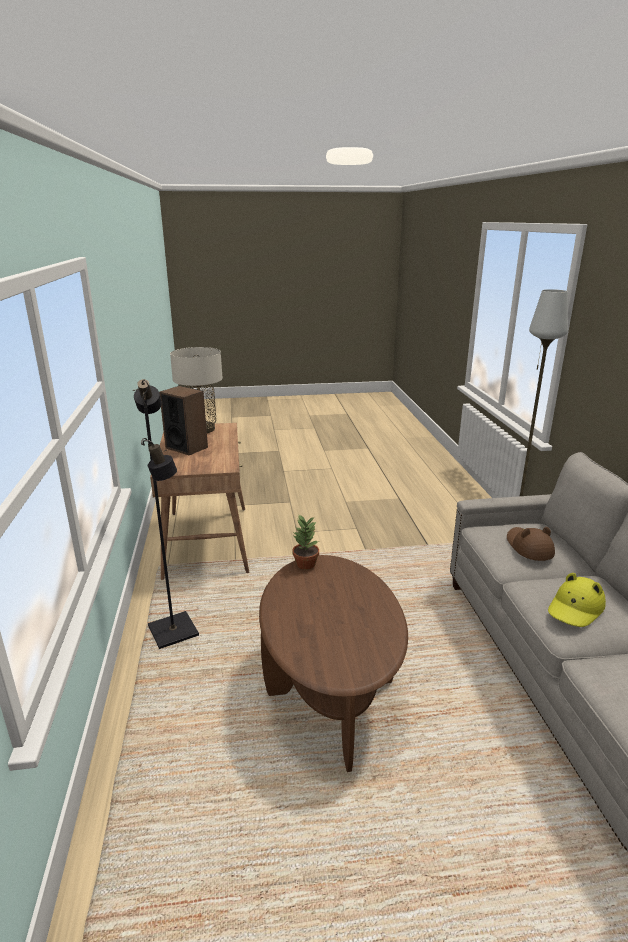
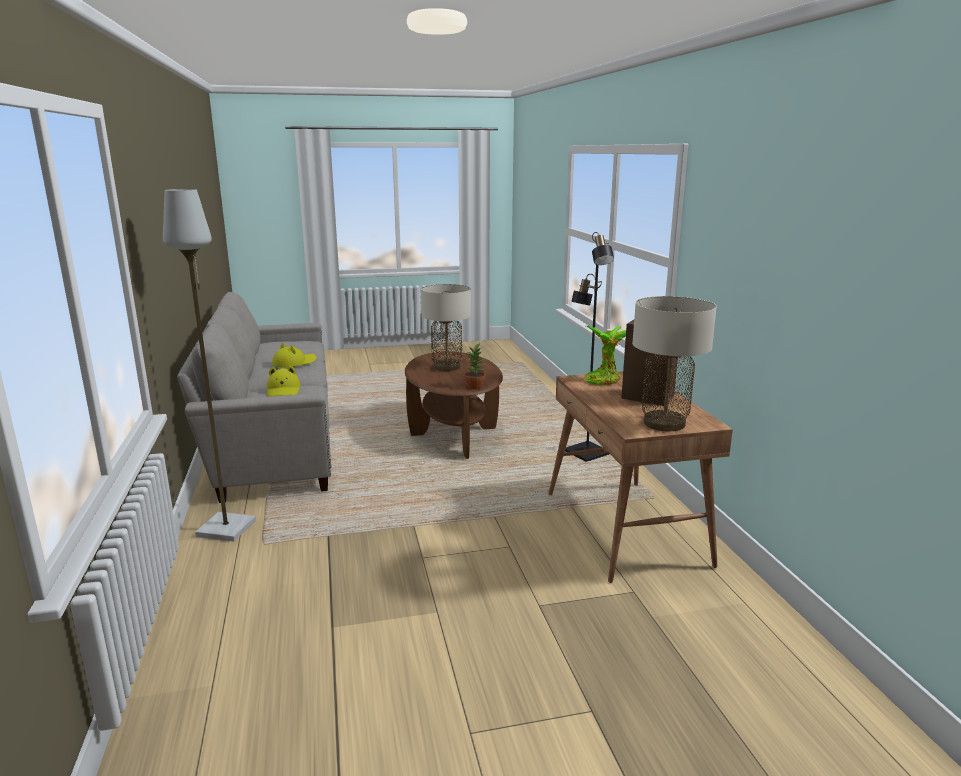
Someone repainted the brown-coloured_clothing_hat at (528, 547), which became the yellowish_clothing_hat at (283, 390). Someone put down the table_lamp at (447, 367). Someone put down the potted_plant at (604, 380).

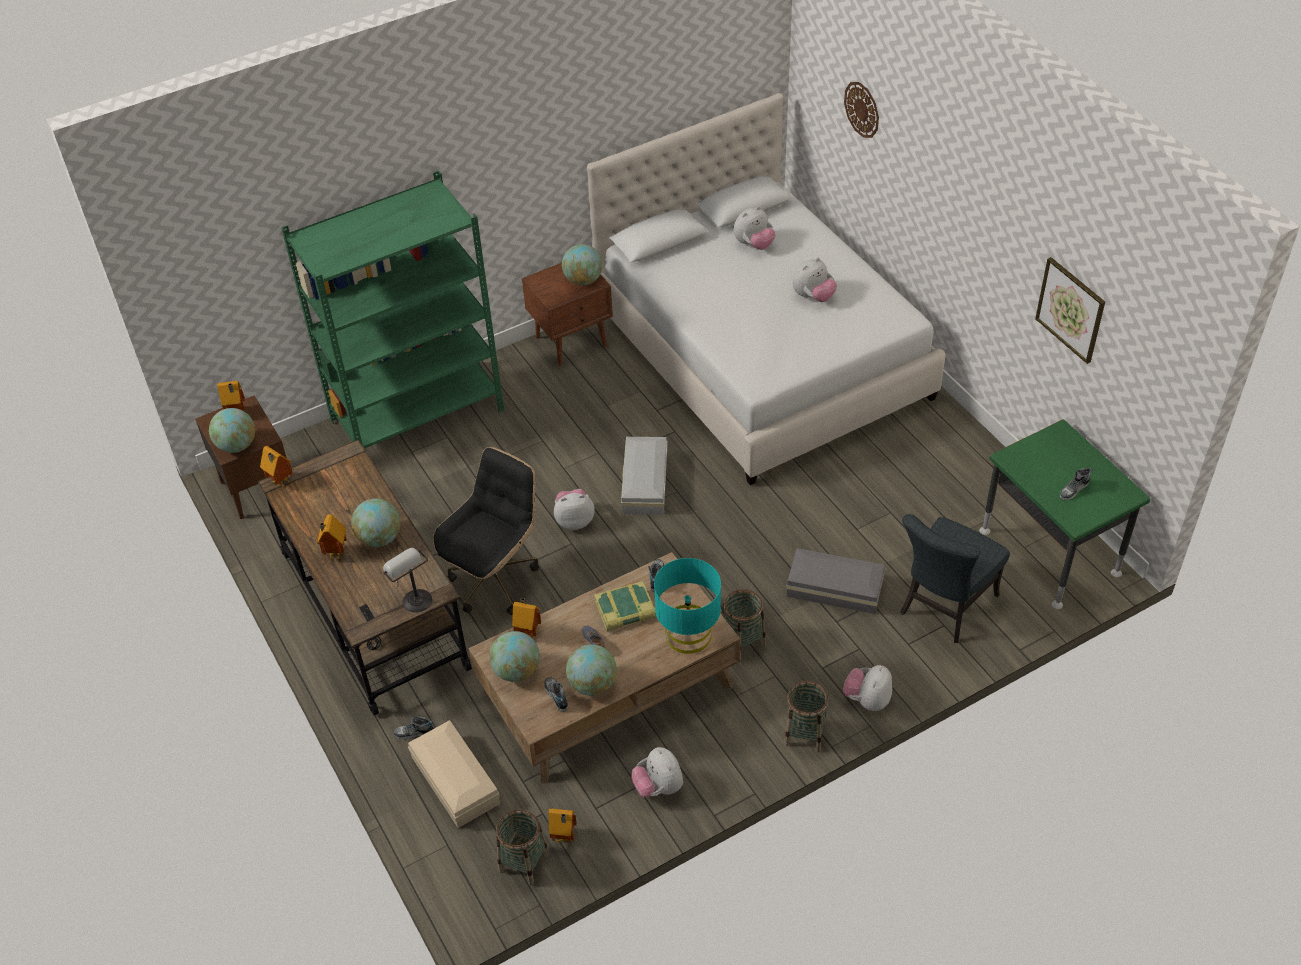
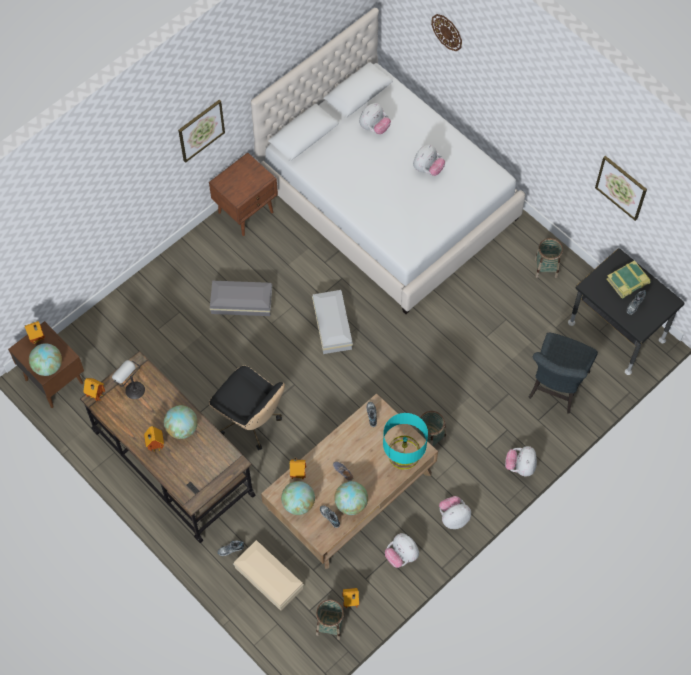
Someone took away the green_bookshelf at (417, 415). Someone carried the table_lamp from (412, 597) to (131, 388). Someone rotated the blackish_desk_chair at (496, 580) by 105 degrees clockwise. Someone carried the cuddly_toy from (574, 520) to (453, 517). Someone took away the globe at (583, 280). Someone carried the book from (625, 611) to (628, 282). Someone carried the storage_basket from (805, 734) to (546, 268). Someone carried the grey_storage_box from (836, 589) to (242, 303). Someone repainted the green_desk at (1050, 551), which became the blackish_desk at (617, 331). Someone put up the picture at (201, 130).

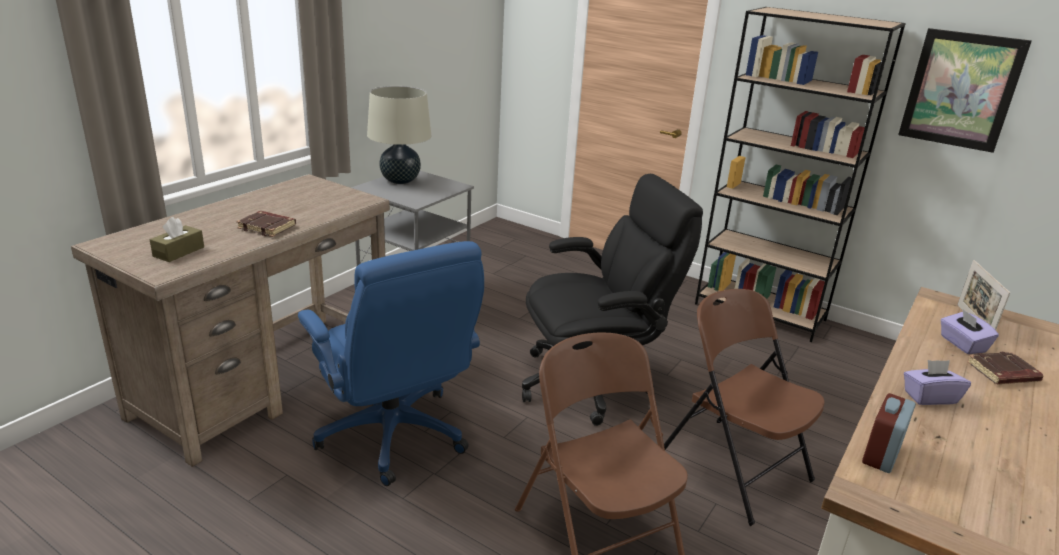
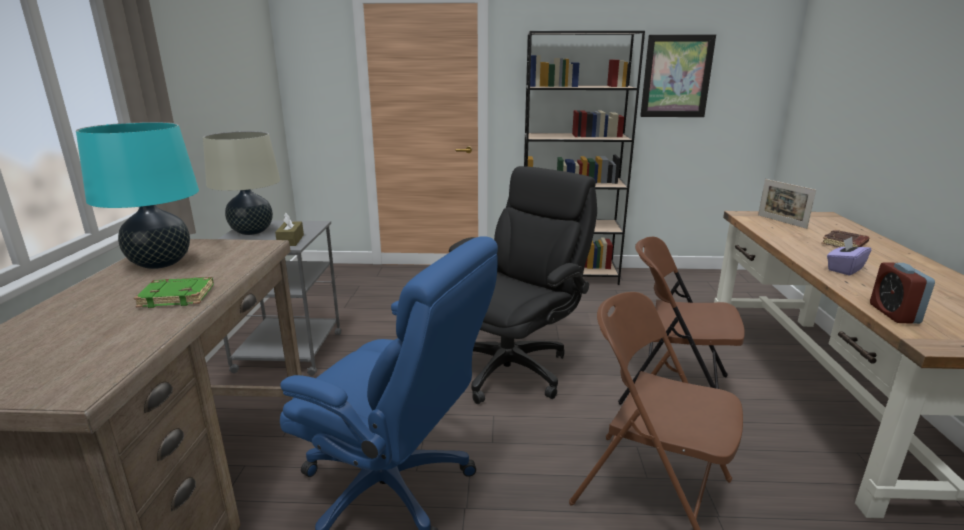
Someone carried the brown-coloured_tissue_box from (179, 252) to (291, 240). Someone repainted the brown-coloured_book at (268, 227), which became the green_book at (178, 296). Someone took away the purplish_tissue_box at (962, 344). Someone put down the blue-green_table_lamp at (161, 263).

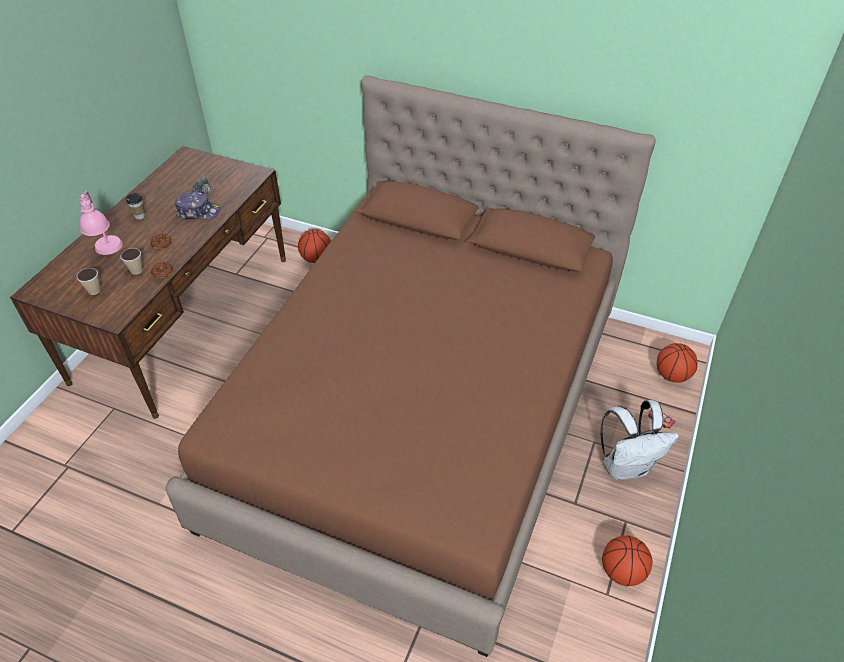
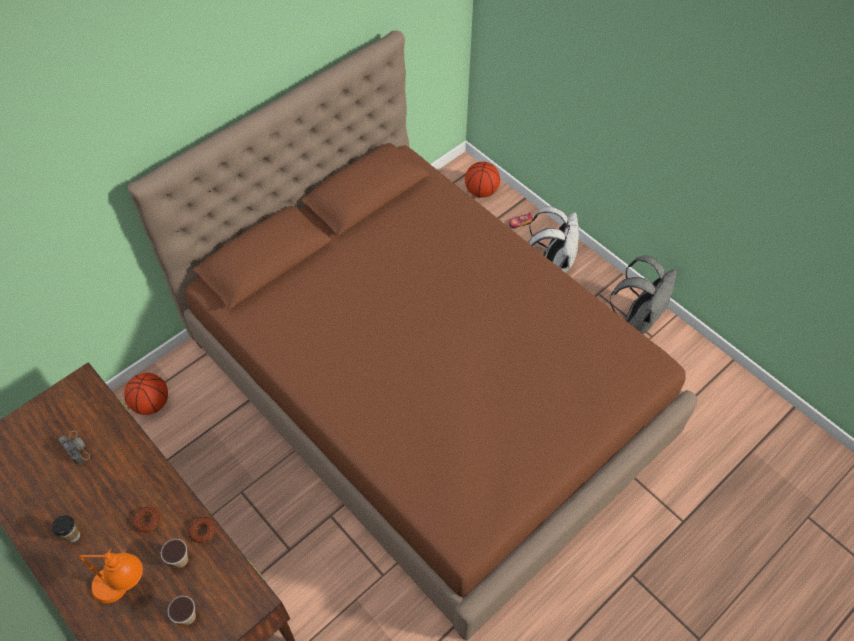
Someone repainted the pink-coloured_table_lamp at (109, 253), which became the orange-coloured_table_lamp at (126, 586). Someone took away the cap at (198, 212). Someone swapped the basketball at (622, 571) for the grey_rucksack at (638, 318).

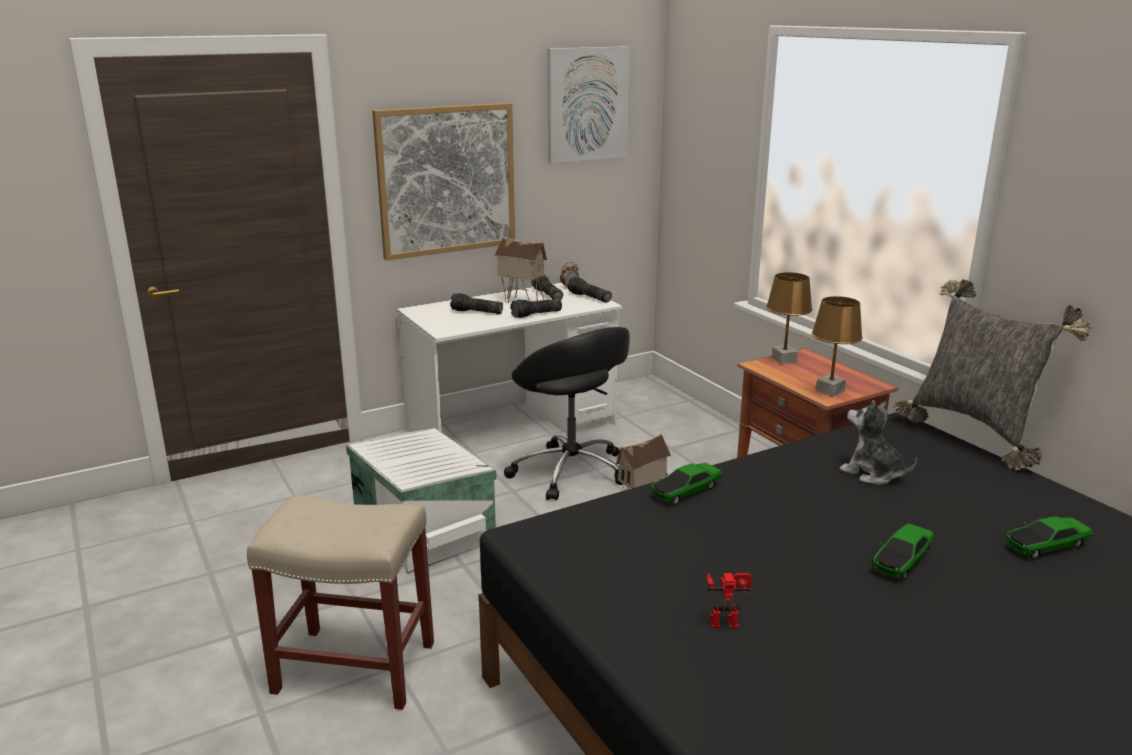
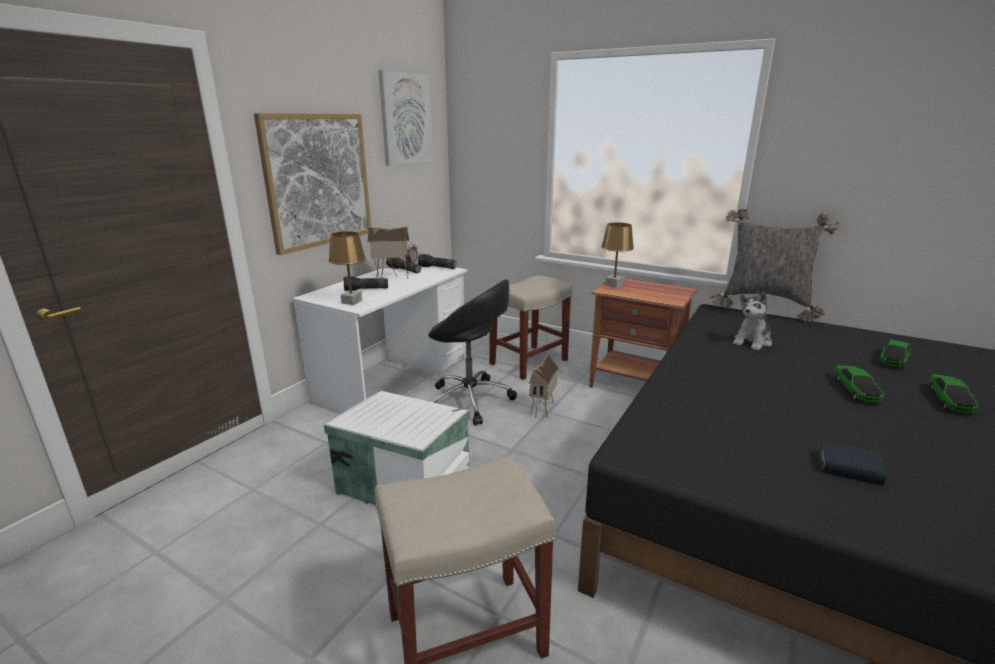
Someone took away the hand_torch at (536, 315). Someone carried the model_car from (686, 491) to (949, 401). Someone swapped the model_robot at (725, 619) for the book at (849, 468). Someone carried the brown-coloured_table_lamp from (830, 391) to (351, 302). Someone rotated the cuddly_toy at (872, 473) by 60 degrees counterclockwise. Someone put down the beige-coloured_sitting_stool at (529, 361).

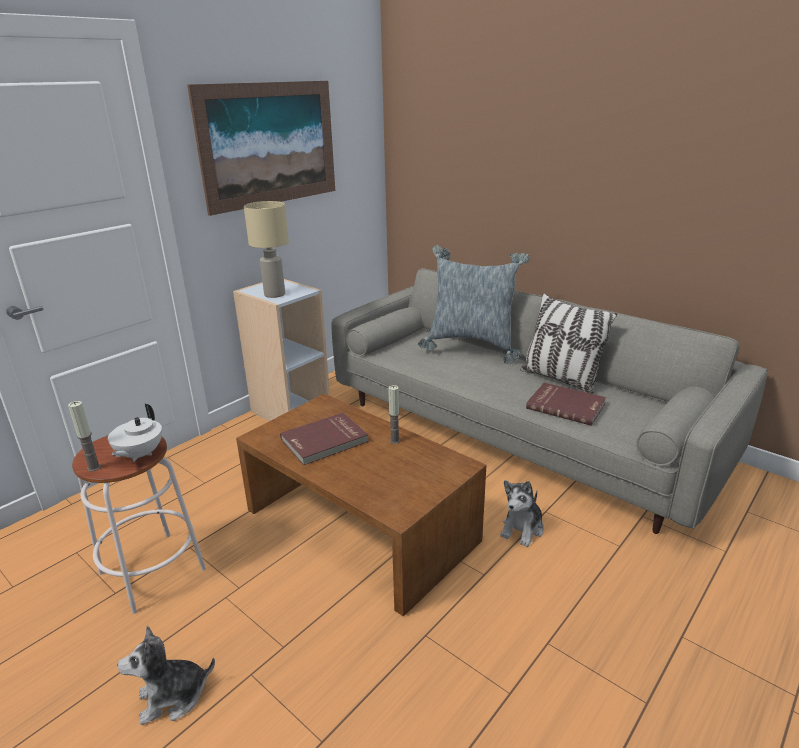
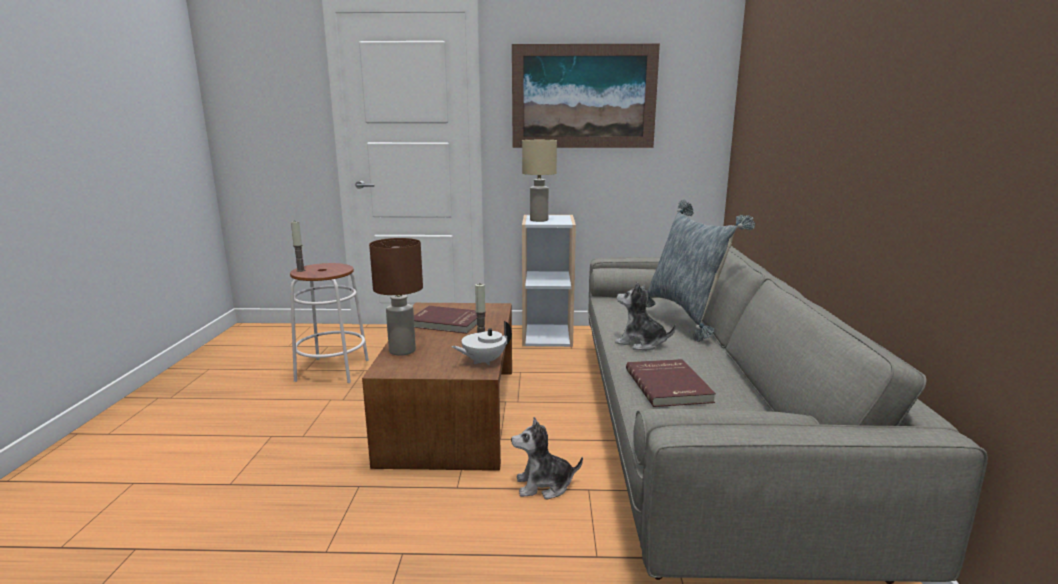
Someone carried the white-coloured_pot_for_tea from (139, 455) to (483, 361). Someone carried the cuddly_toy from (173, 697) to (640, 343). Someone took away the pillow at (560, 379). Someone put down the brown-coloured_table_lamp at (401, 351).

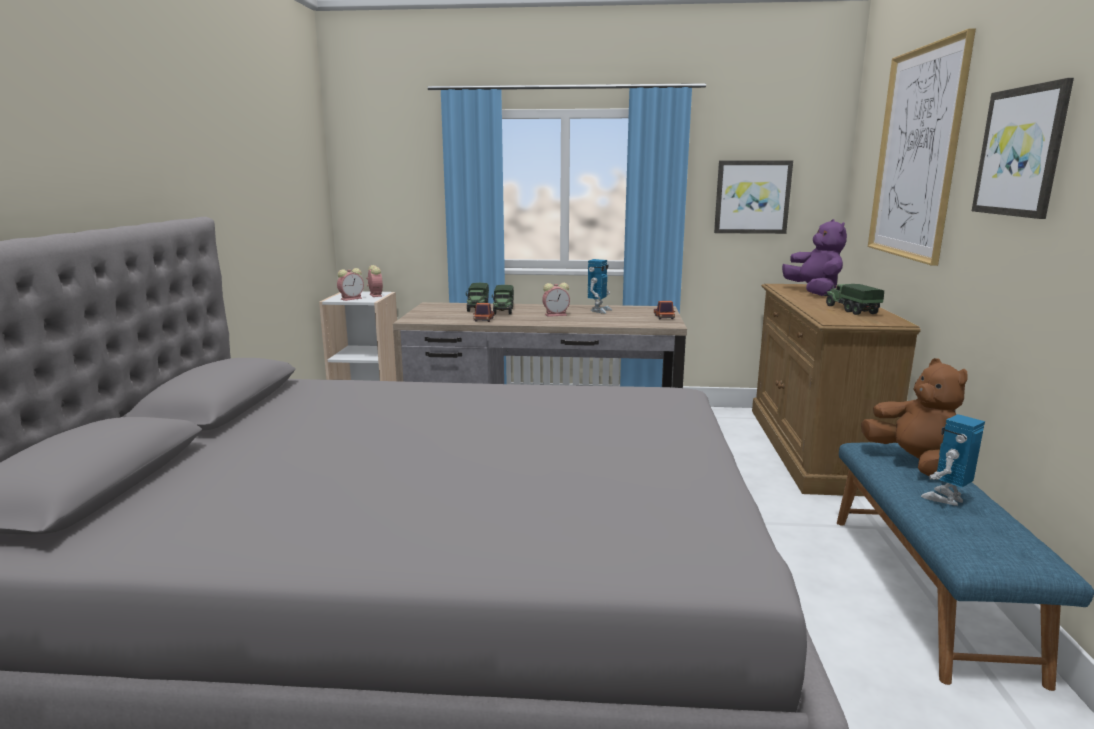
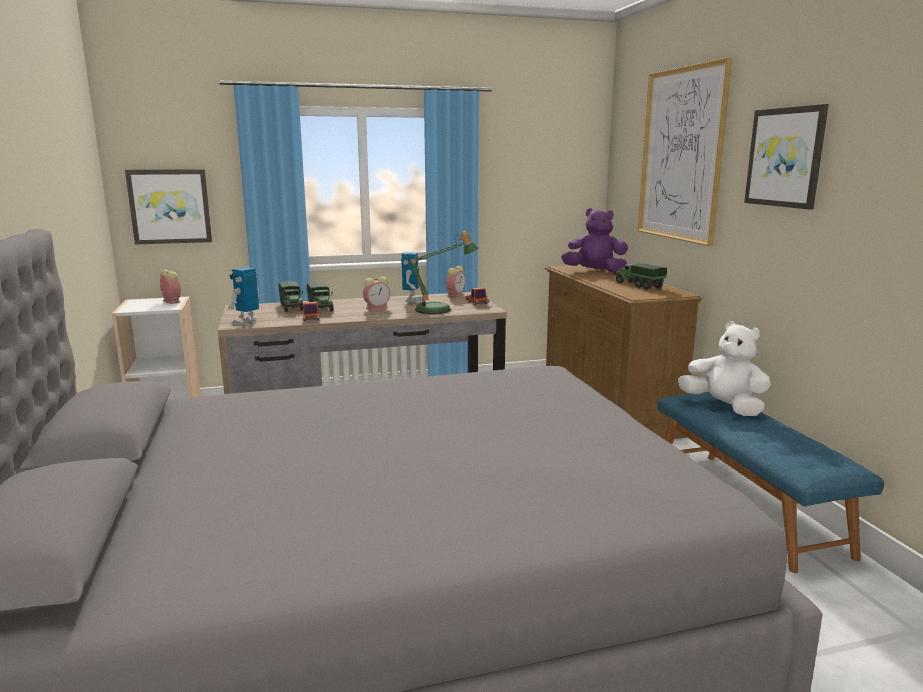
Someone carried the table_clock from (352, 298) to (455, 295). Someone carried the picture from (752, 197) to (170, 206). Someone rotated the purplish_cuddly_toy at (814, 292) by 45 degrees counterclockwise. Someone repainted the brown-coloured_cuddly_toy at (915, 463), which became the white-coloured_cuddly_toy at (724, 407). Someone carried the model_robot from (946, 498) to (246, 323). Someone put down the table_lamp at (439, 310).

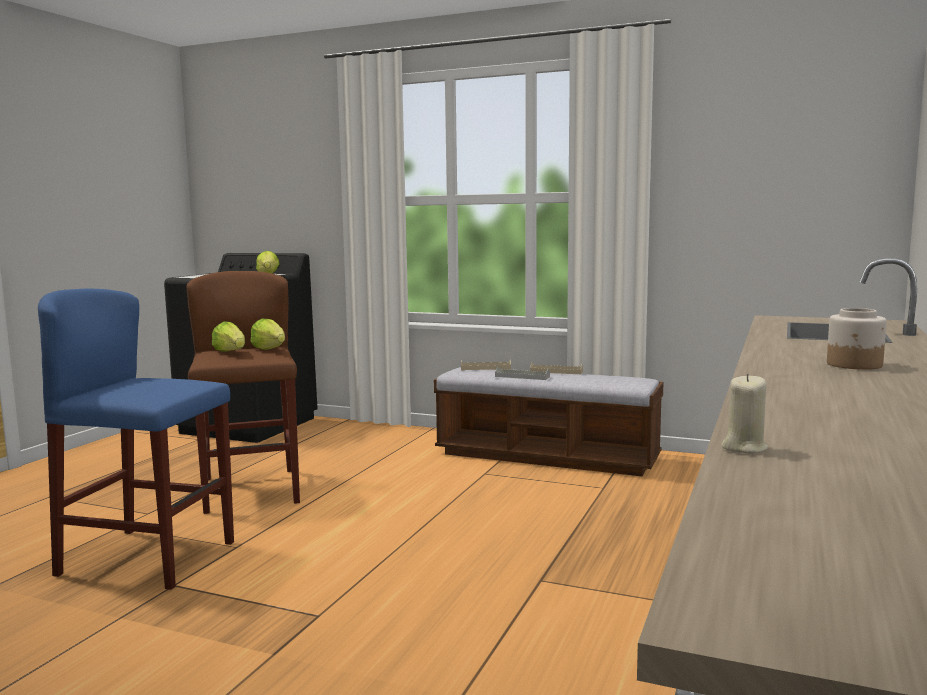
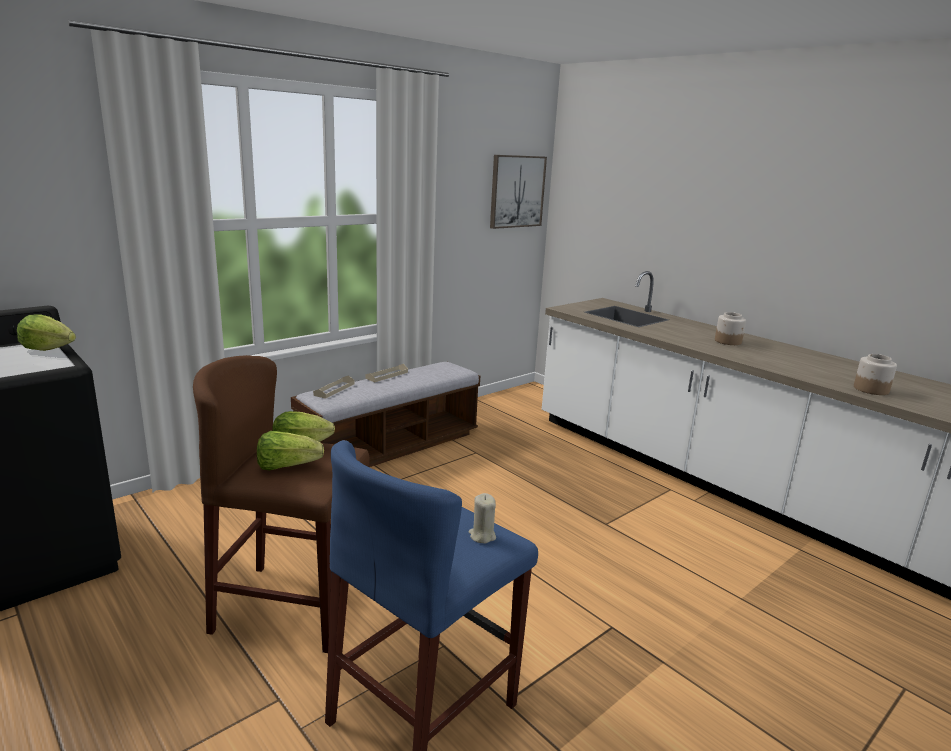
Someone took away the grey_serving_tray at (522, 376). Someone carried the beige-coloured_candle from (744, 448) to (482, 536). Someone put up the picture at (516, 191). Someone put down the storage_jar at (870, 389).

